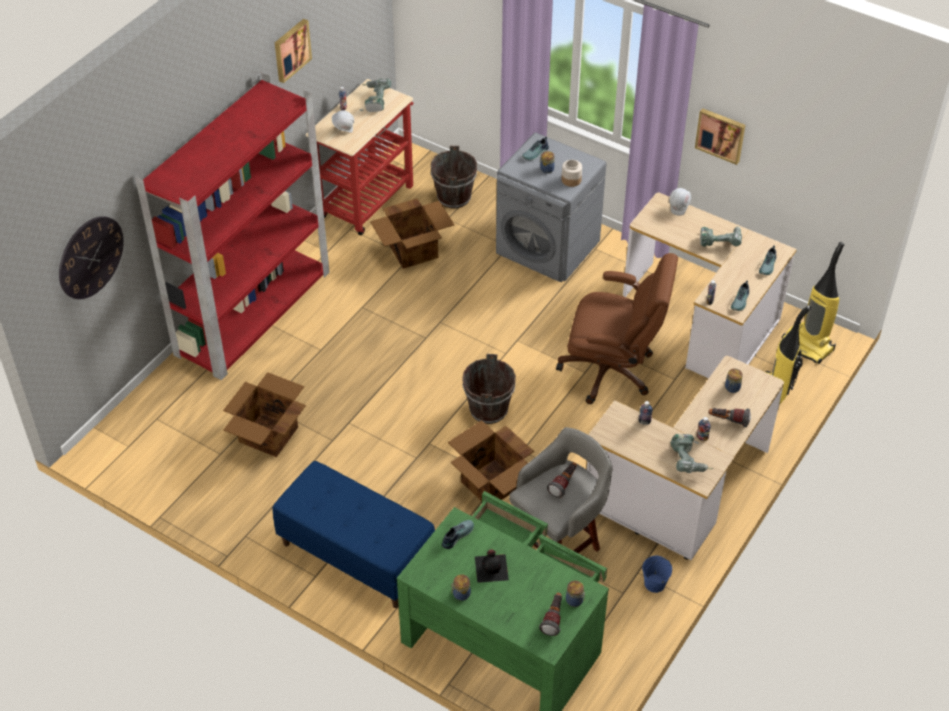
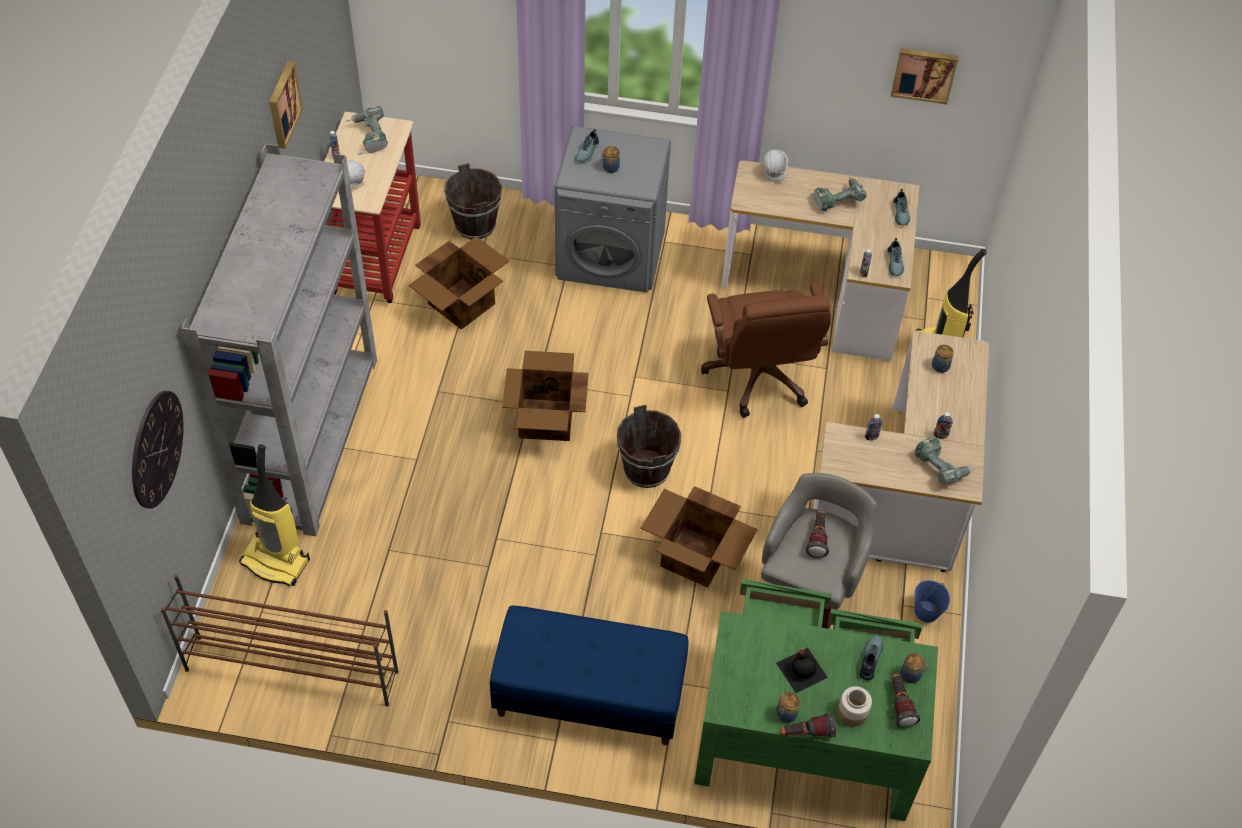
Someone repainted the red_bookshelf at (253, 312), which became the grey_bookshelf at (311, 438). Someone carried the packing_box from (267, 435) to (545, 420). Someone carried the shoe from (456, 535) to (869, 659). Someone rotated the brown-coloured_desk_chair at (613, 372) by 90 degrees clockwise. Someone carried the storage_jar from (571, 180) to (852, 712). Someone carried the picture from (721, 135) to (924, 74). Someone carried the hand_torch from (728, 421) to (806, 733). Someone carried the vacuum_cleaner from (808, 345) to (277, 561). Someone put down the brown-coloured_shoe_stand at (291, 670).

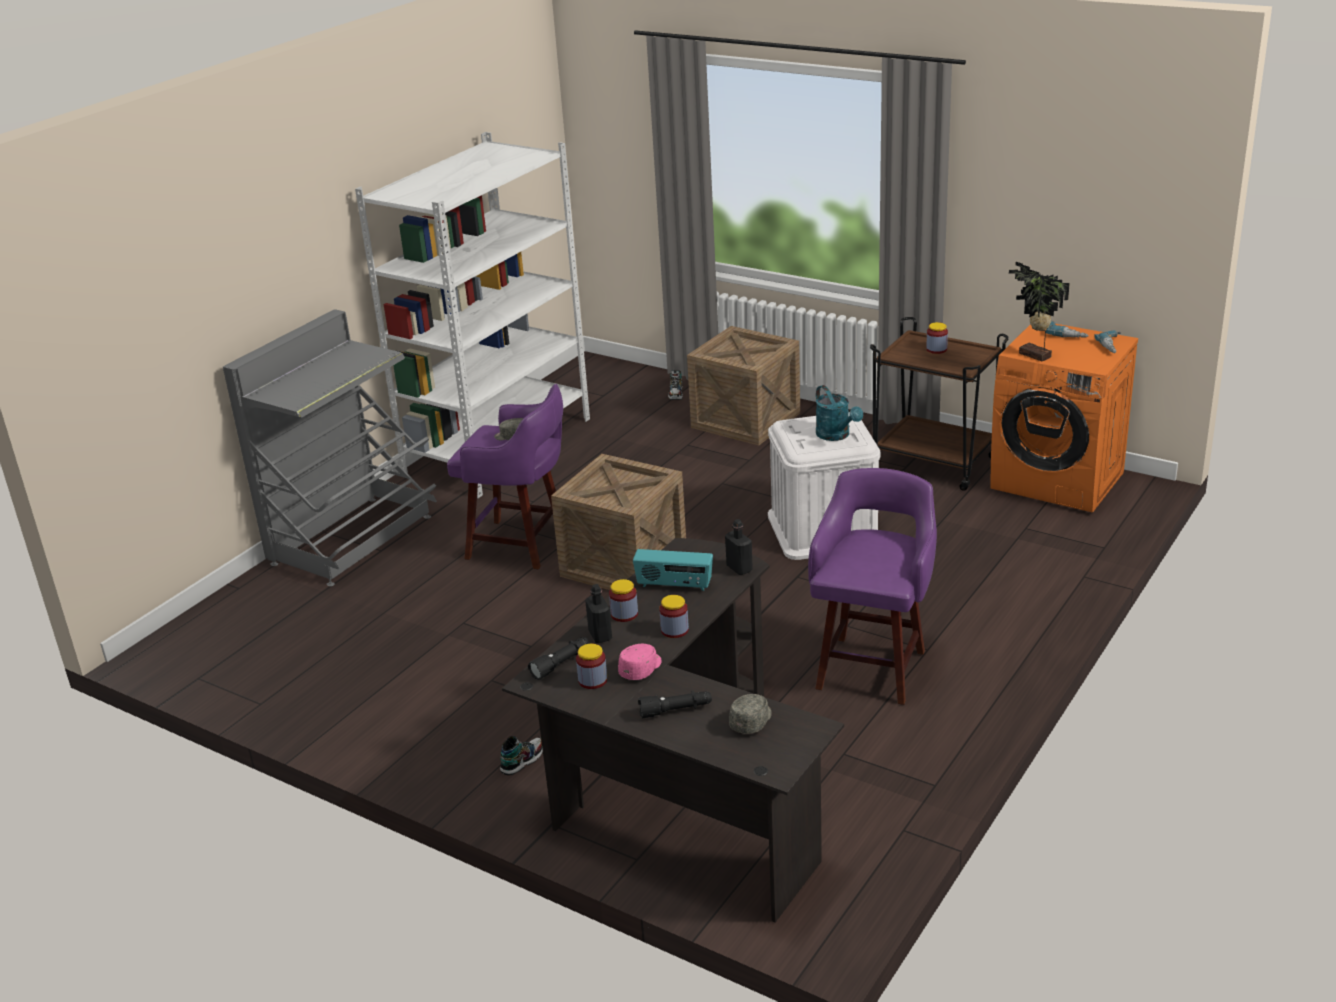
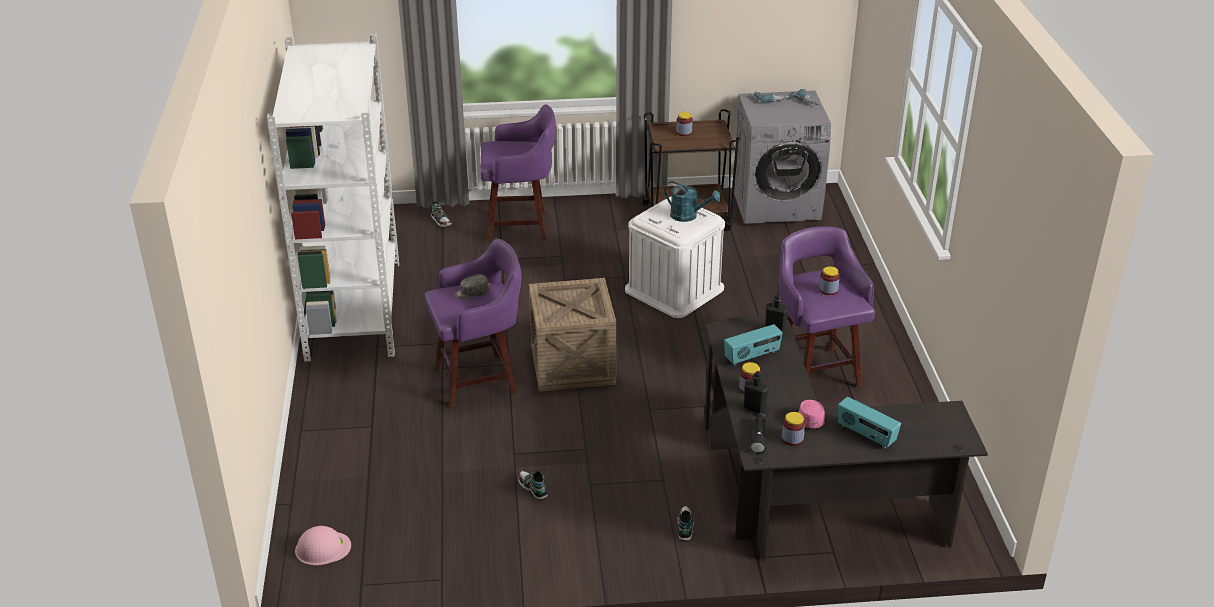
Someone took away the grey_shoe_stand at (357, 541). Someone swapped the blackish_hand_torch at (675, 710) for the radio_set at (866, 435). Someone carried the storage_jar from (674, 630) to (828, 290). Someone swapped the crate at (745, 420) for the purplish_sitting_stool at (520, 226). Someone took away the grey_cap at (752, 721). Someone repainted the orange-coloured_washing_machine at (1057, 483), which became the grey_washing_machine at (776, 207). Someone took away the potted_plant at (1034, 356). Someone put down the pink-coloured_hard_hat at (322, 548). Someone put down the shoe at (532, 489).

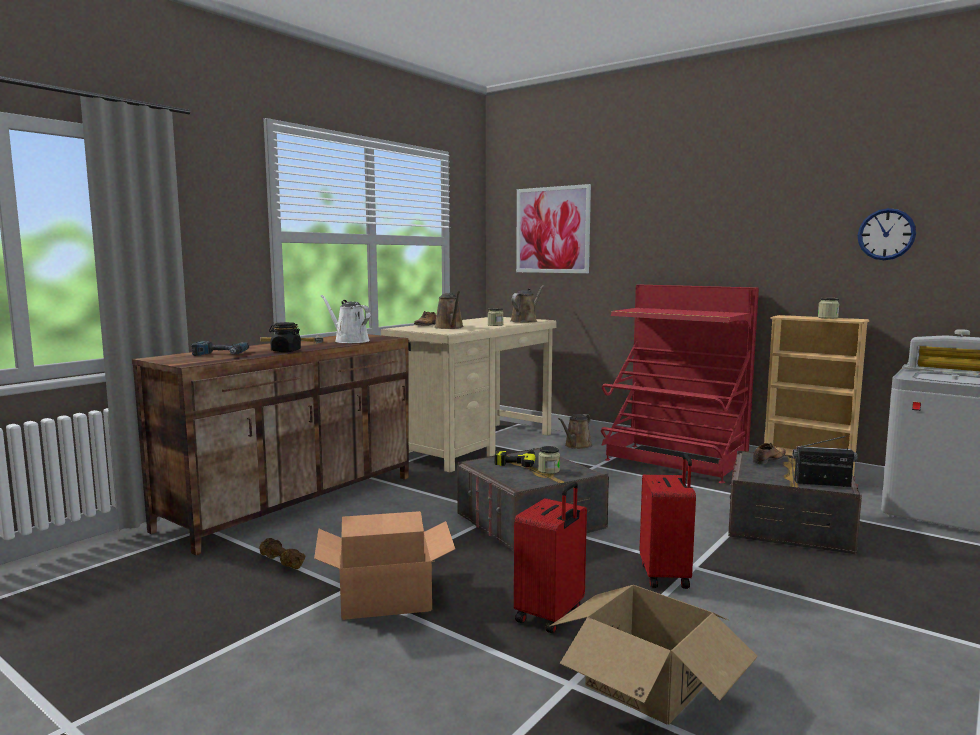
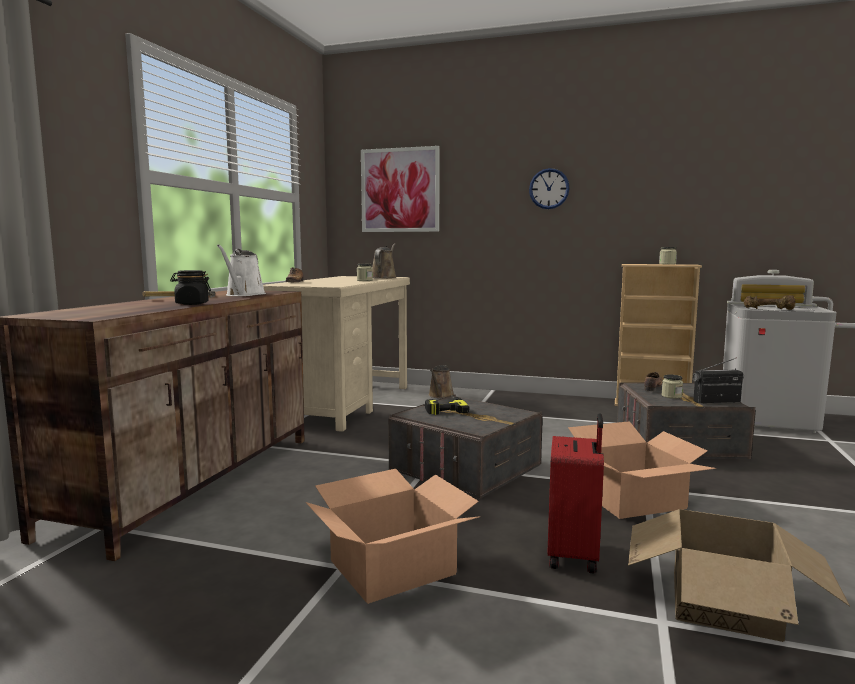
Someone took away the power_drill at (219, 354). Someone carried the brown-coloured_dumbbell from (281, 562) to (768, 309). Someone rotated the white-coloured_sprinkling_can at (349, 341) by 105 degrees counterclockwise. Someone took away the brown-coloured_sprinkling_can at (450, 327). Someone carried the storage_jar from (548, 470) to (671, 396). Someone took away the red_shoe_stand at (672, 464). Someone swapped the red_suitcase at (666, 575) for the packing_box at (633, 500). Someone carried the hanging_clock from (886, 234) to (549, 188).

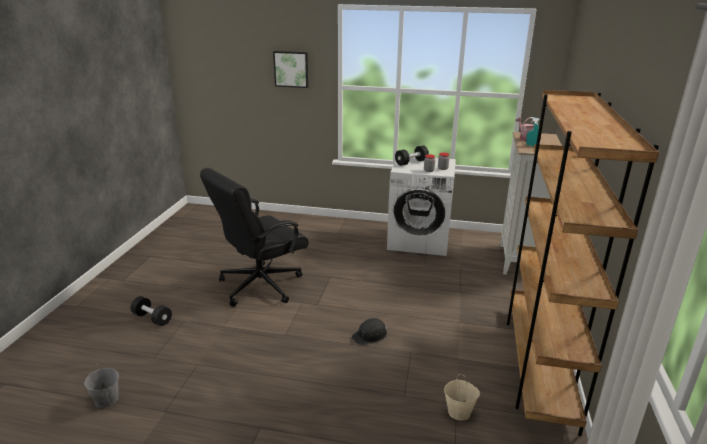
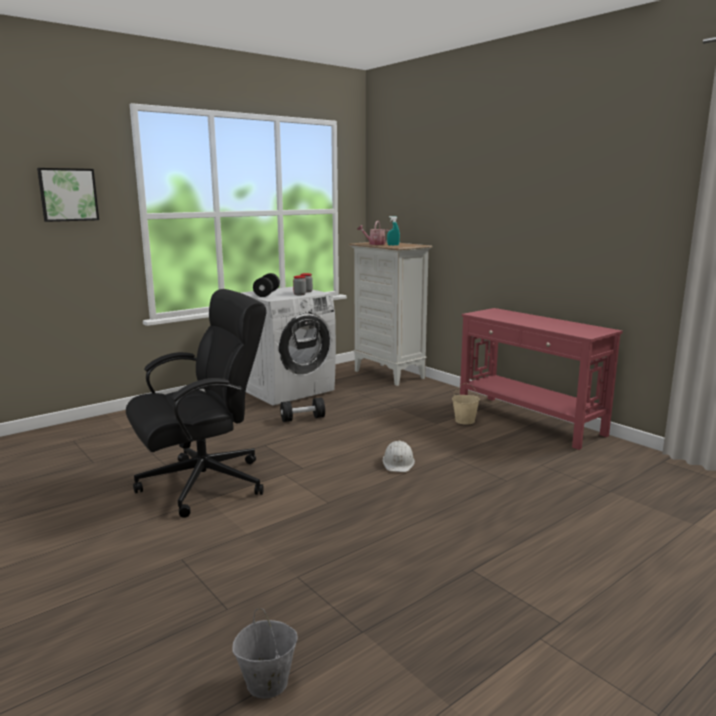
Someone carried the blackish_dumbbell from (152, 318) to (303, 419). Someone rotated the blackish_desk_chair at (261, 285) by 120 degrees counterclockwise. Someone repainted the blackish_hard_hat at (370, 335), which became the white-coloured_hard_hat at (398, 462). Someone carried the beige-coloured_water_bucket from (459, 412) to (465, 421). Someone swapped the brown-coloured_bookshelf at (538, 365) for the red_hall_table at (529, 421).

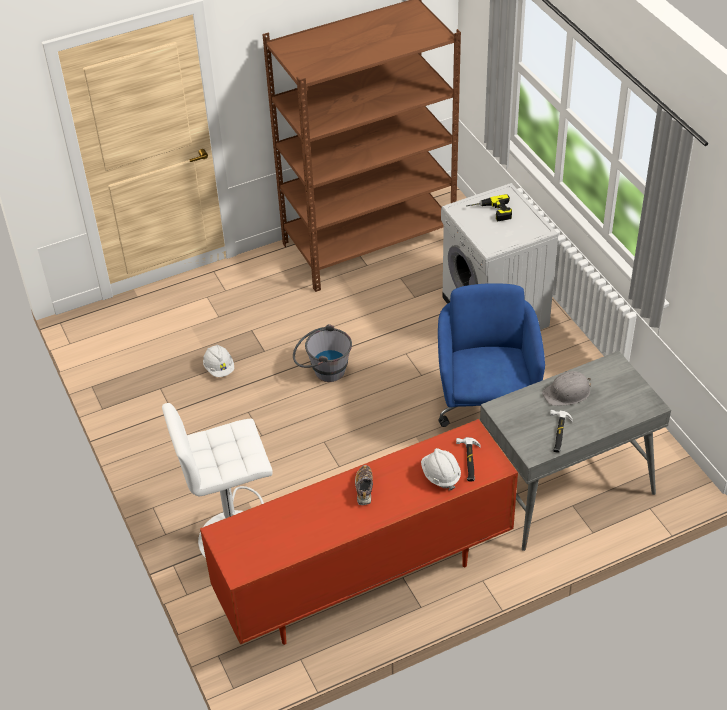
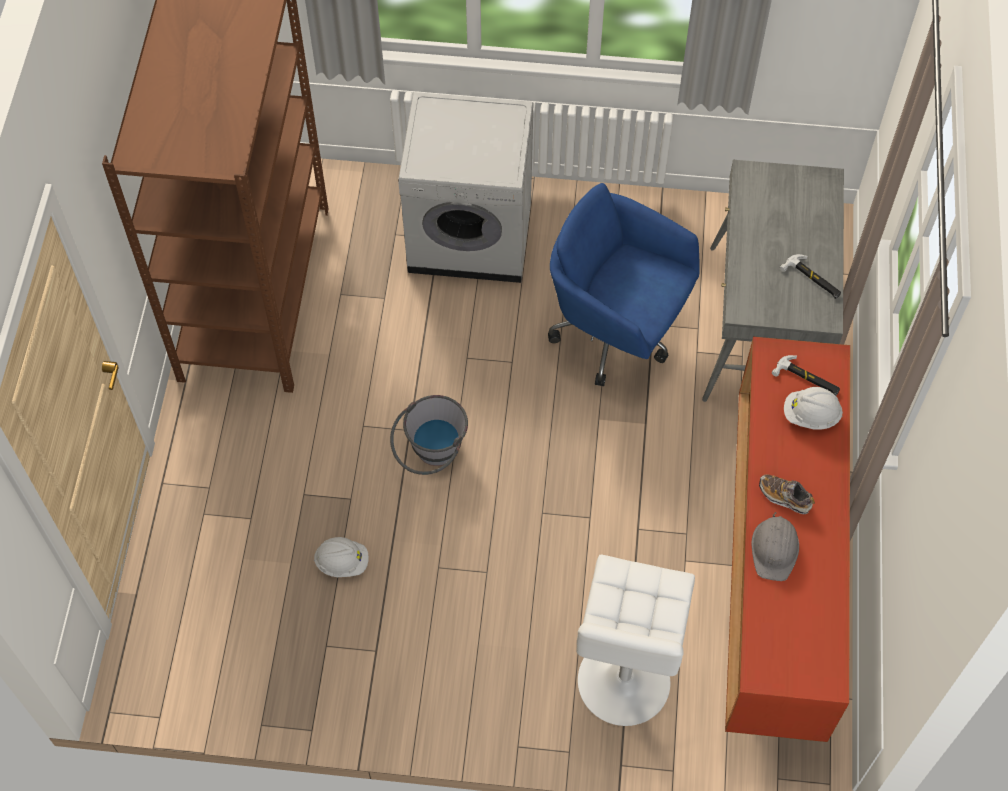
Someone took away the power_drill at (490, 212). Someone carried the grey_hard_hat from (567, 392) to (775, 549).

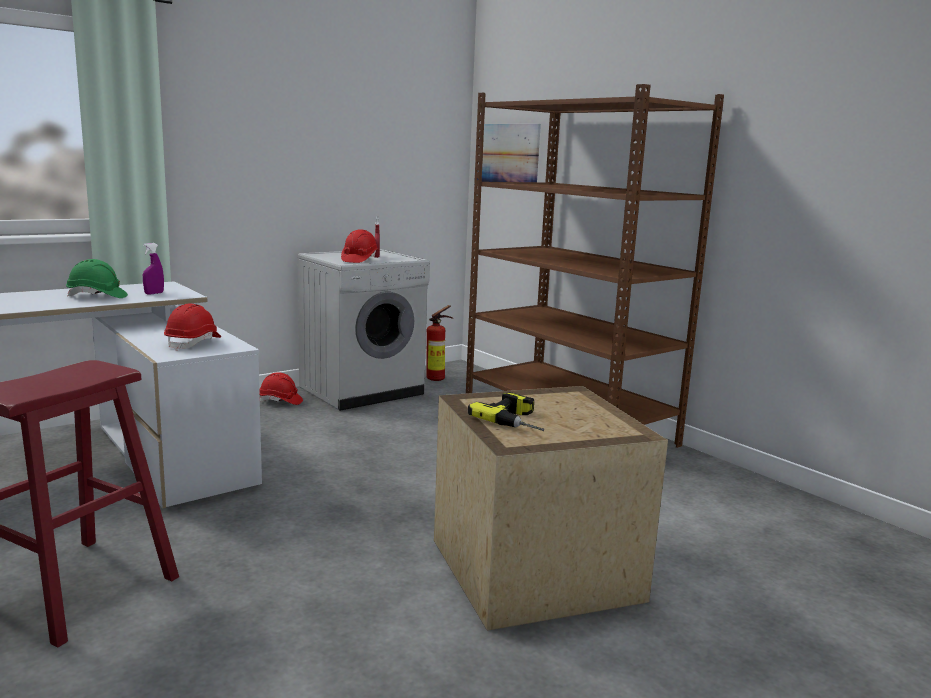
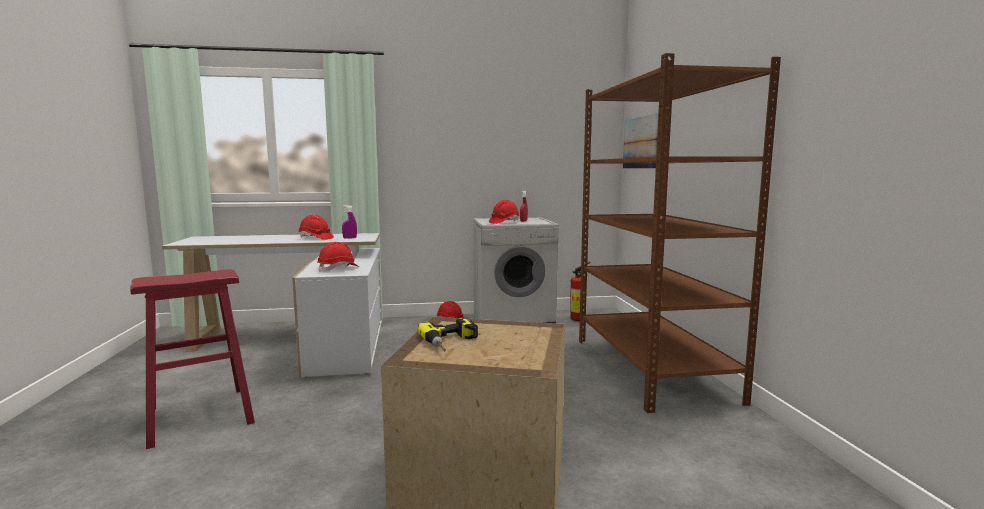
Someone repainted the green_hard_hat at (97, 296), which became the red_hard_hat at (316, 238).

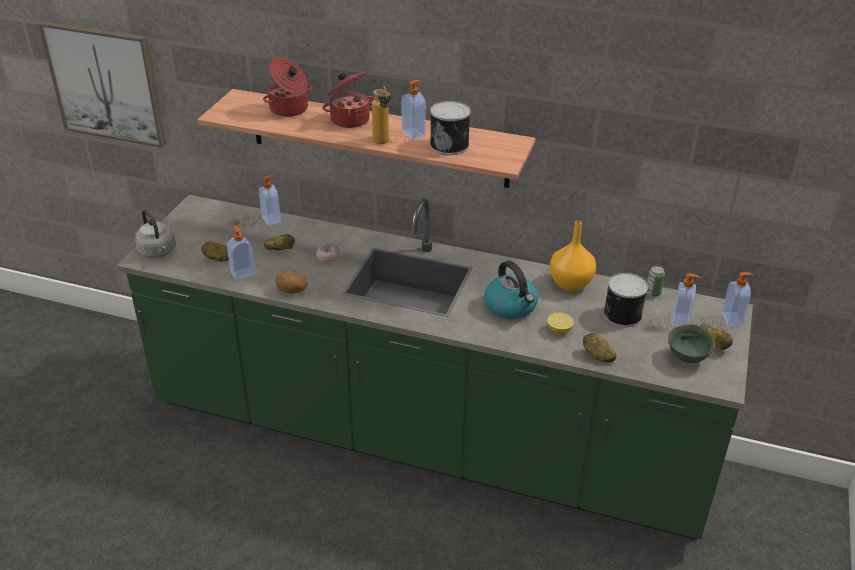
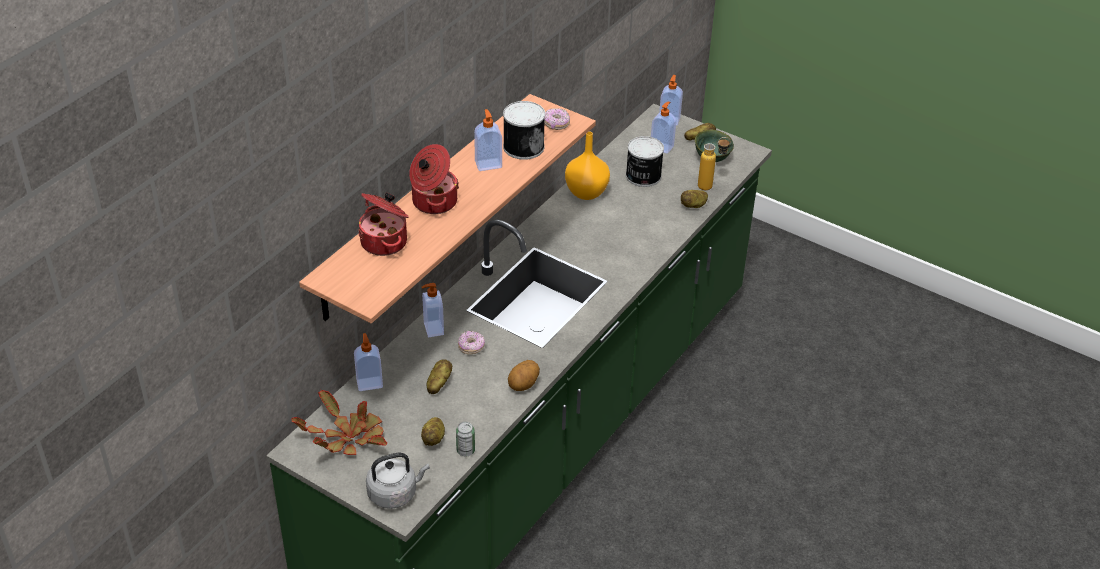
Someone took away the picture at (106, 83). Someone carried the soap_bottle from (242, 273) to (432, 329). Someone carried the beverage_bottle from (383, 144) to (711, 186). Someone took away the water_kettle at (511, 306). Someone took away the citrus_fruit at (559, 330). Someone carried the can from (653, 293) to (465, 450). Someone put down the potted_plant at (347, 438). Someone put down the donut at (556, 124).

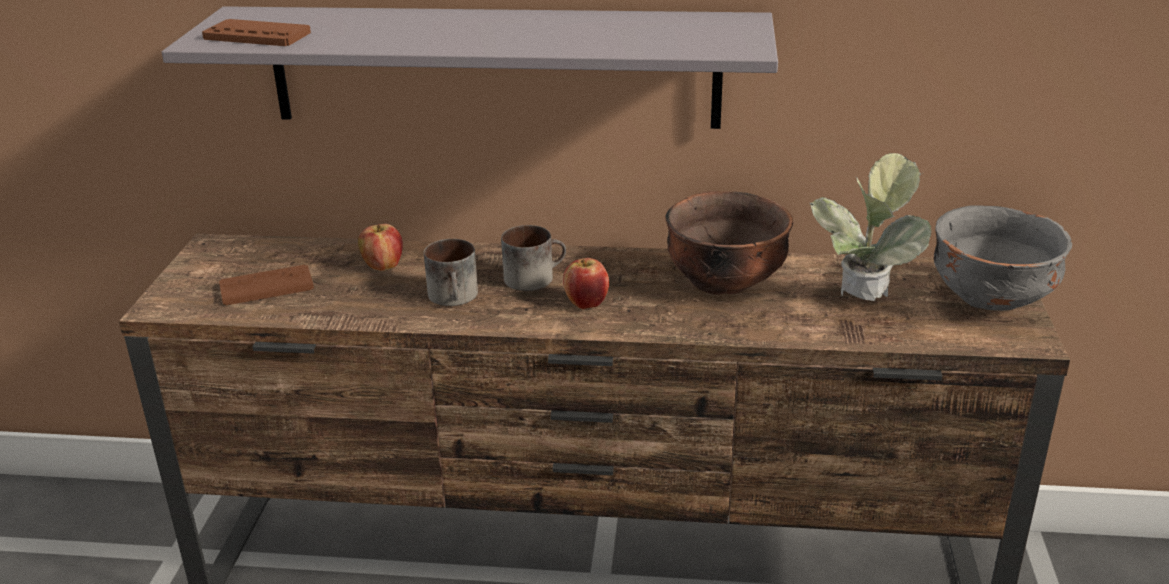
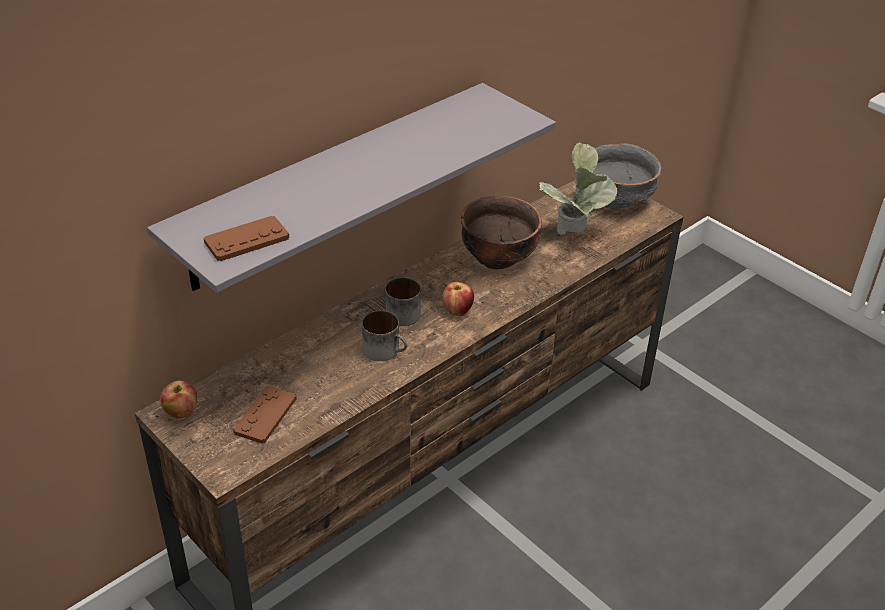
Someone carried the apple_fruit from (383, 266) to (181, 412).

